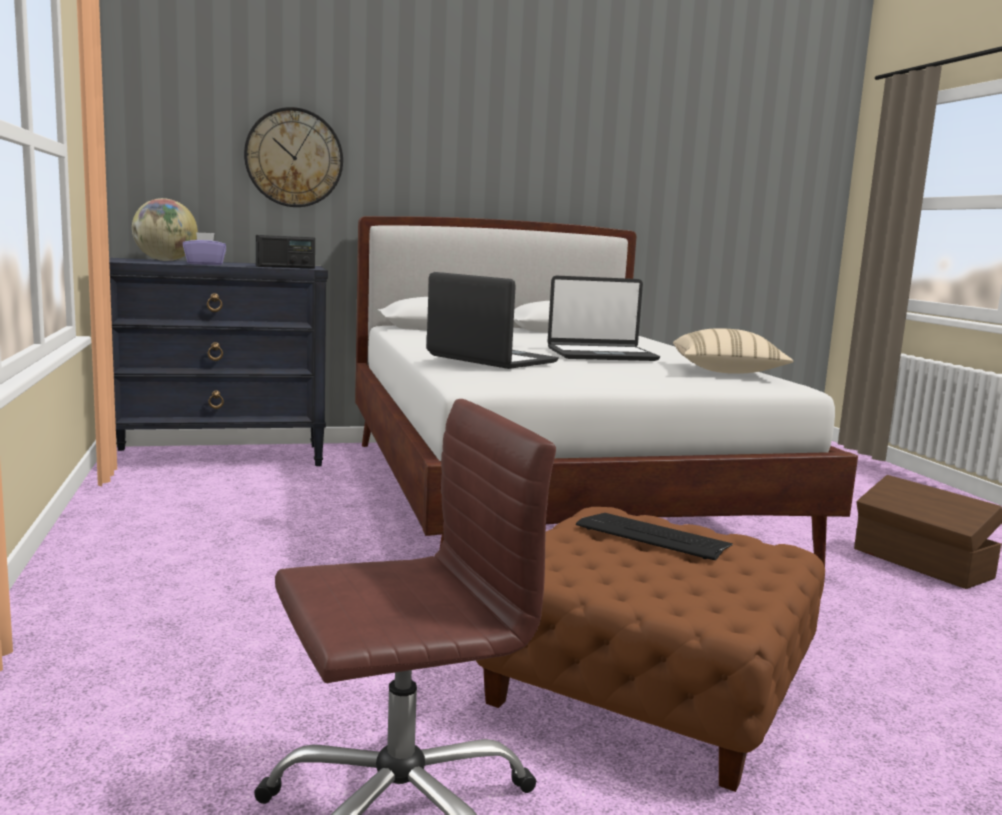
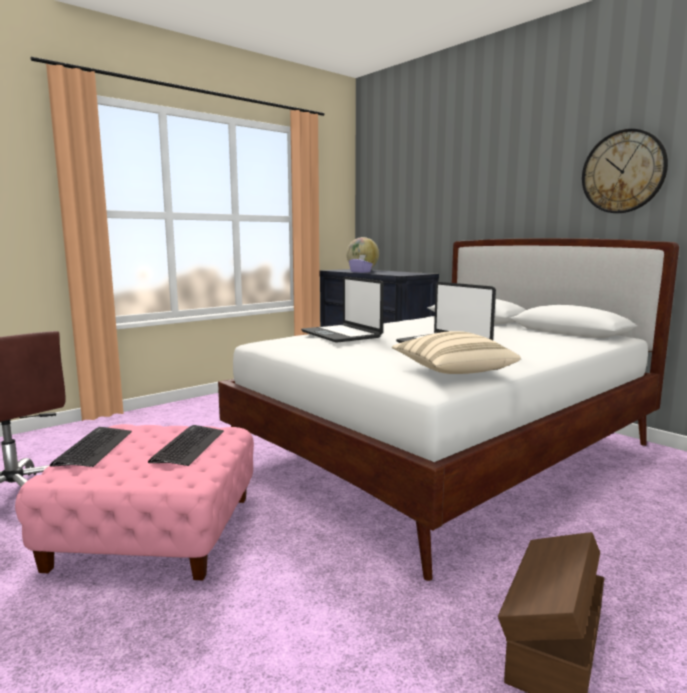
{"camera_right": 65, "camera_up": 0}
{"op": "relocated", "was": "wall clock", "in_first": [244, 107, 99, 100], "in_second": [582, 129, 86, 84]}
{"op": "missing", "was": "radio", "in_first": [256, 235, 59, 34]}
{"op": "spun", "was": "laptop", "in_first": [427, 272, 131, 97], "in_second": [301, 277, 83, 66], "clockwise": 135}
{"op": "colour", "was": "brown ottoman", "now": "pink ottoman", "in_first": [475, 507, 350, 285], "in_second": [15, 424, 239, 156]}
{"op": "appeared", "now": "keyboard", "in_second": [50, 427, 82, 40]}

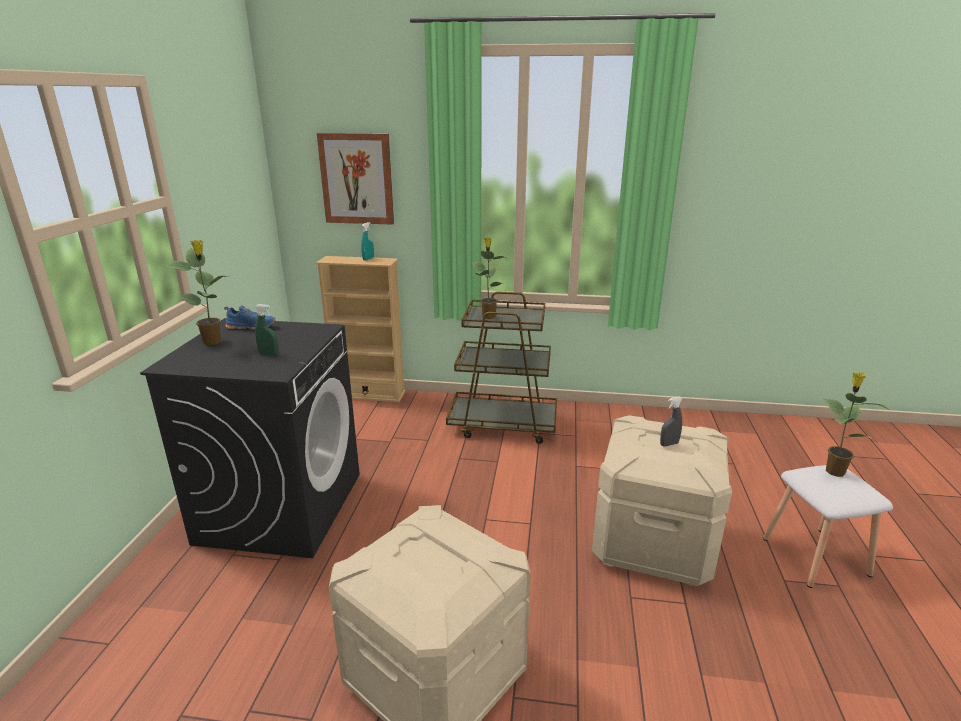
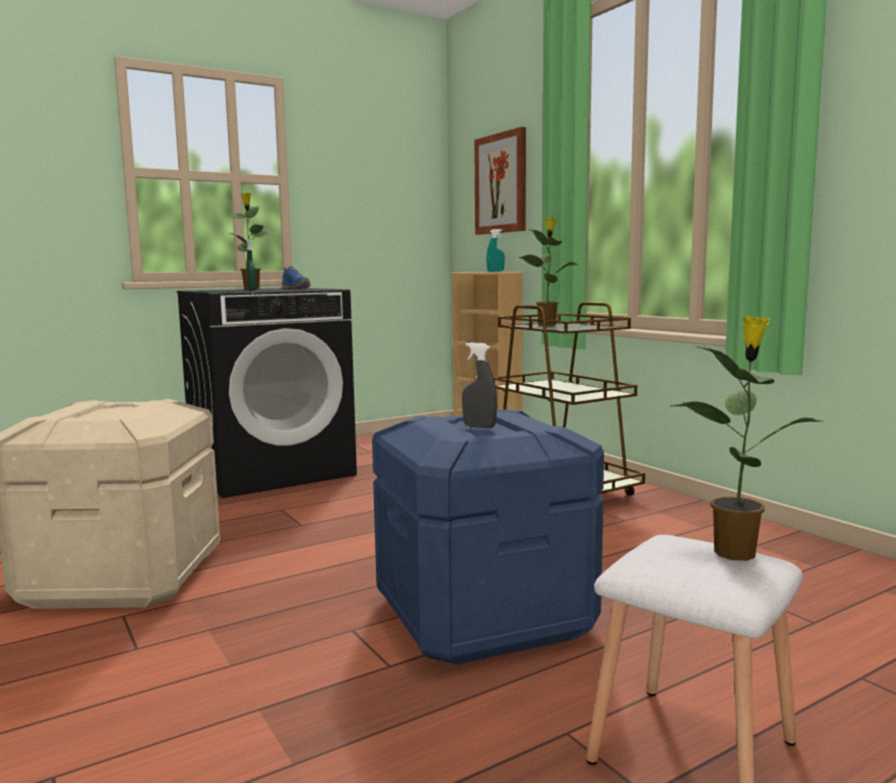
{"camera_right": 50, "camera_up": -15}
{"op": "colour", "was": "beige storage box", "now": "blue storage box", "in_first": [592, 415, 140, 171], "in_second": [372, 409, 232, 256]}

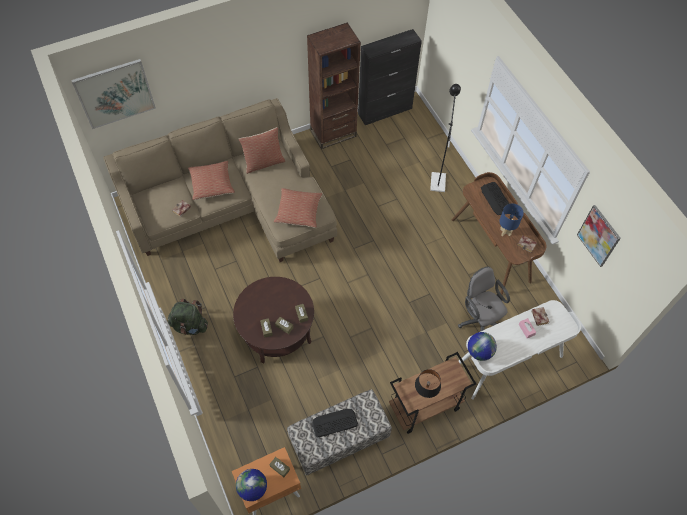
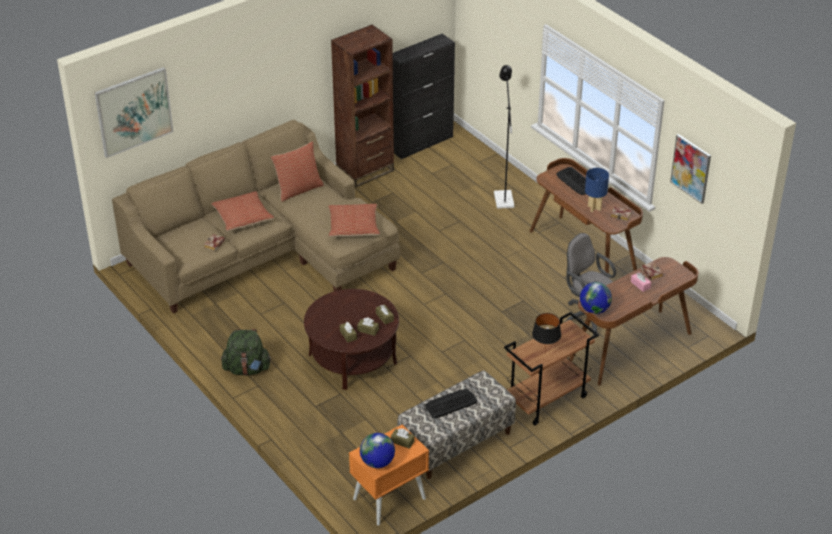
{"camera_right": -10, "camera_up": -20}
{"op": "colour", "was": "white desk", "now": "brown desk", "in_first": [459, 300, 122, 100], "in_second": [569, 257, 129, 128]}

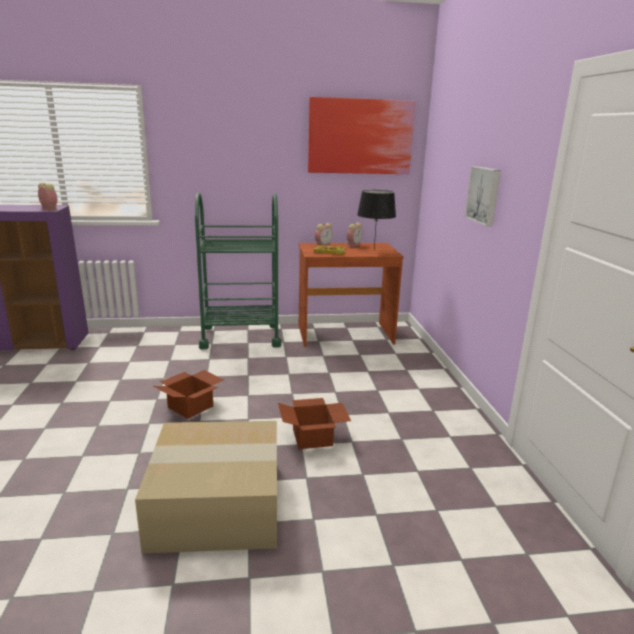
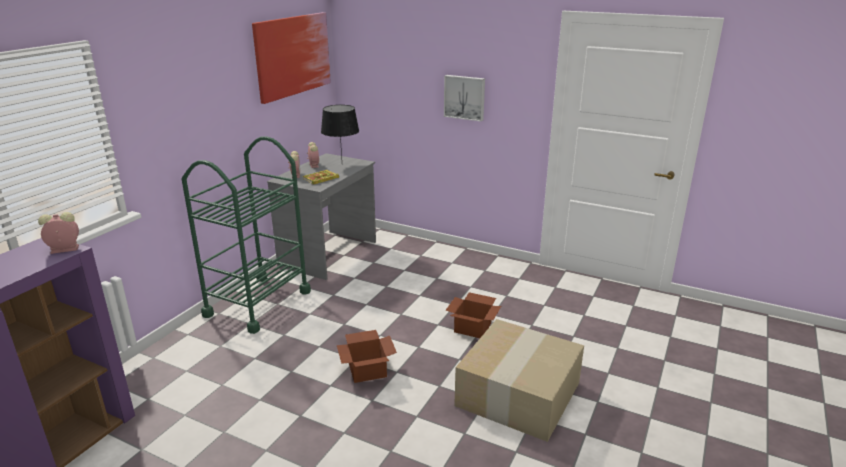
{"camera_right": -55, "camera_up": 5}
{"op": "colour", "was": "brown desk", "now": "grey desk", "in_first": [298, 243, 106, 104], "in_second": [267, 153, 109, 127]}

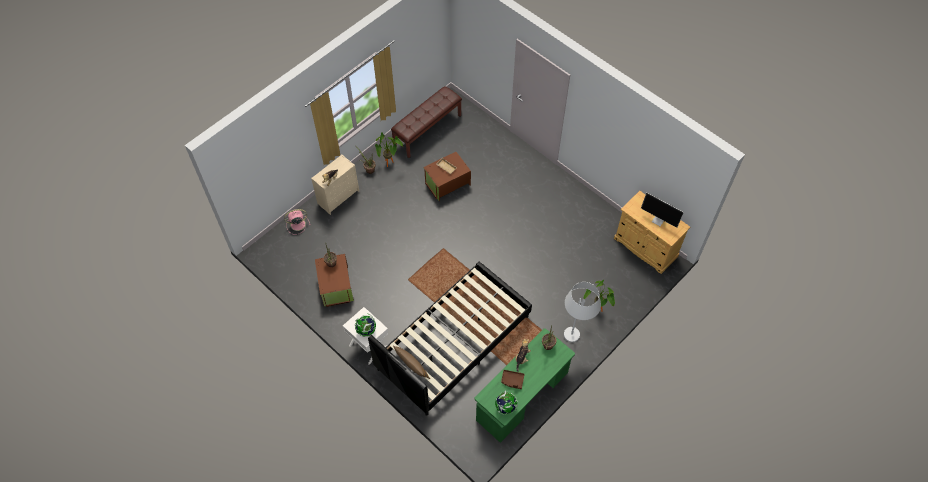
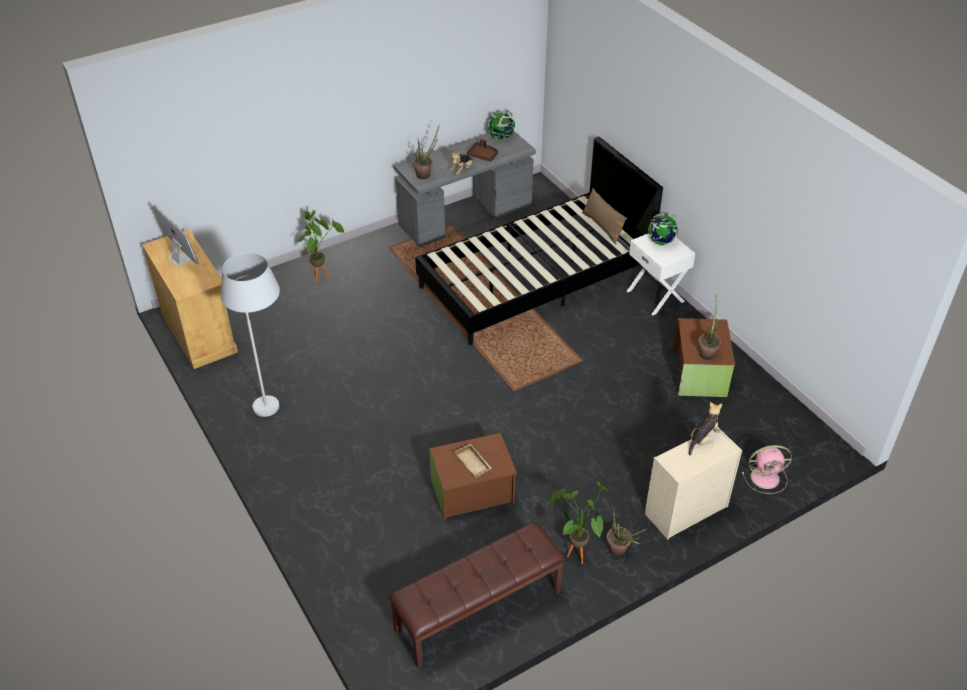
{"camera_right": -165, "camera_up": -15}
{"op": "relocated", "was": "white floor lamp", "in_first": [564, 282, 37, 60], "in_second": [220, 253, 60, 164]}
{"op": "colour", "was": "green desk", "now": "grey desk", "in_first": [475, 328, 100, 115], "in_second": [394, 130, 142, 117]}

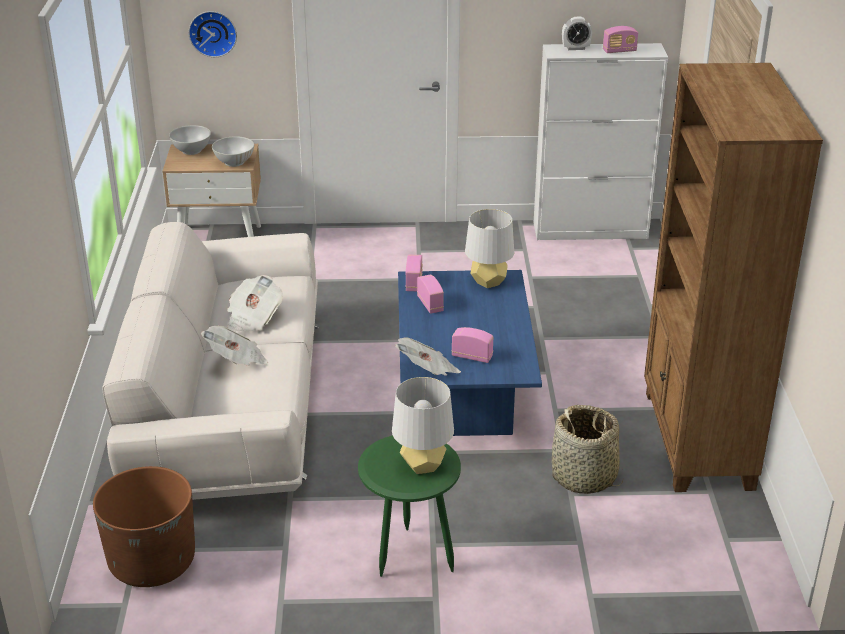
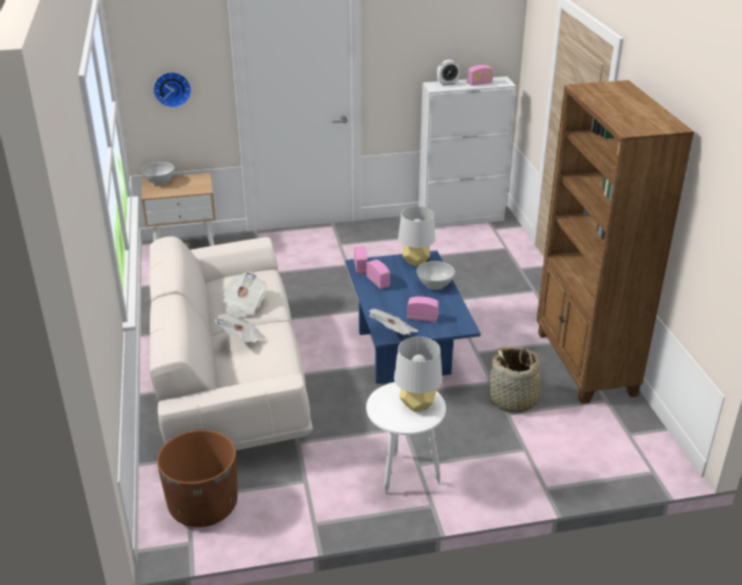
{"camera_right": -10, "camera_up": 0}
{"op": "relocated", "was": "white bowl", "in_first": [212, 136, 42, 31], "in_second": [417, 261, 38, 29]}
{"op": "colour", "was": "green side table", "now": "white side table", "in_first": [358, 435, 103, 142], "in_second": [366, 382, 80, 113]}

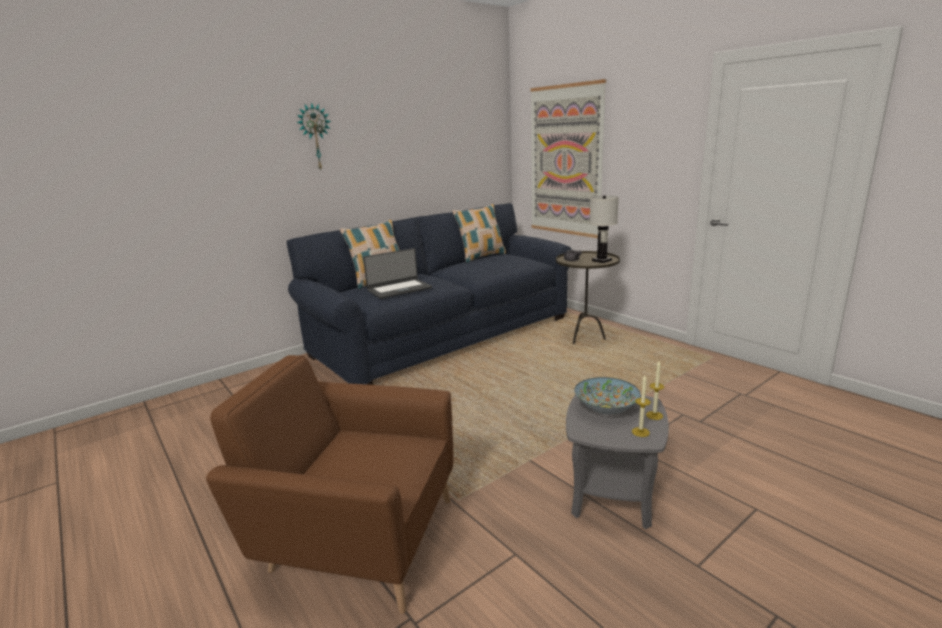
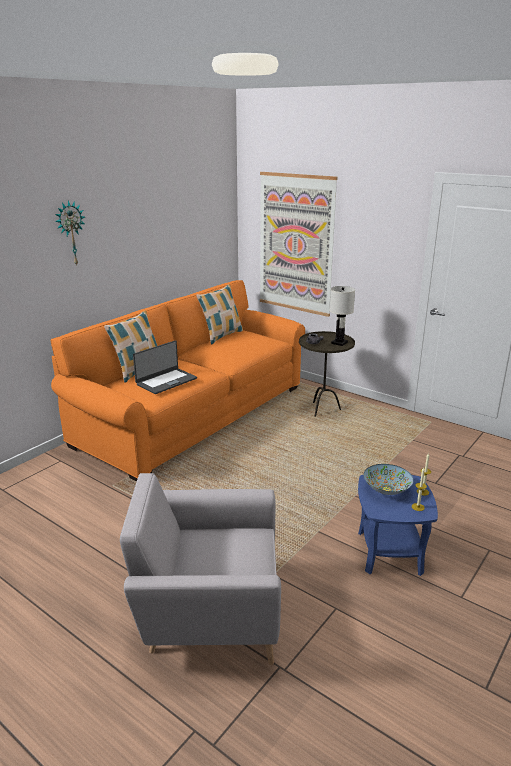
{"camera_right": -15, "camera_up": 5}
{"op": "colour", "was": "blue sofa", "now": "orange sofa", "in_first": [287, 203, 285, 182], "in_second": [51, 280, 254, 202]}
{"op": "colour", "was": "brown armchair", "now": "grey armchair", "in_first": [206, 355, 248, 259], "in_second": [120, 473, 161, 192]}
{"op": "colour", "was": "grey side table", "now": "blue side table", "in_first": [566, 394, 103, 135], "in_second": [358, 475, 80, 101]}

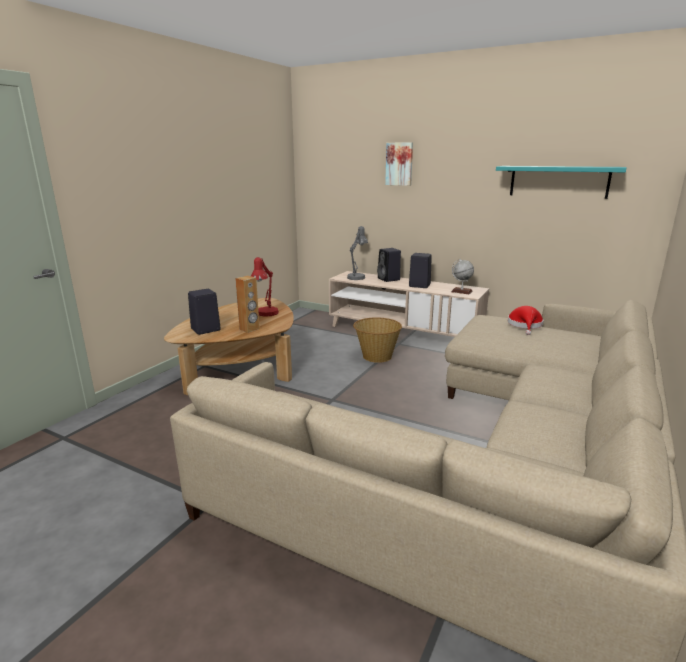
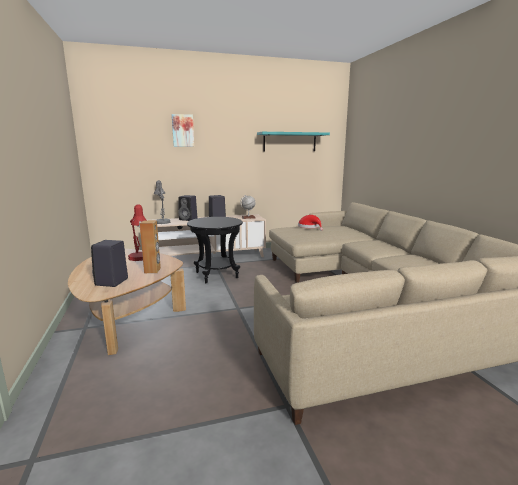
{"camera_right": -45, "camera_up": -5}
{"op": "exchanged", "was": "basket", "now": "black side table", "in_first": [353, 317, 49, 46], "in_second": [187, 217, 56, 67]}

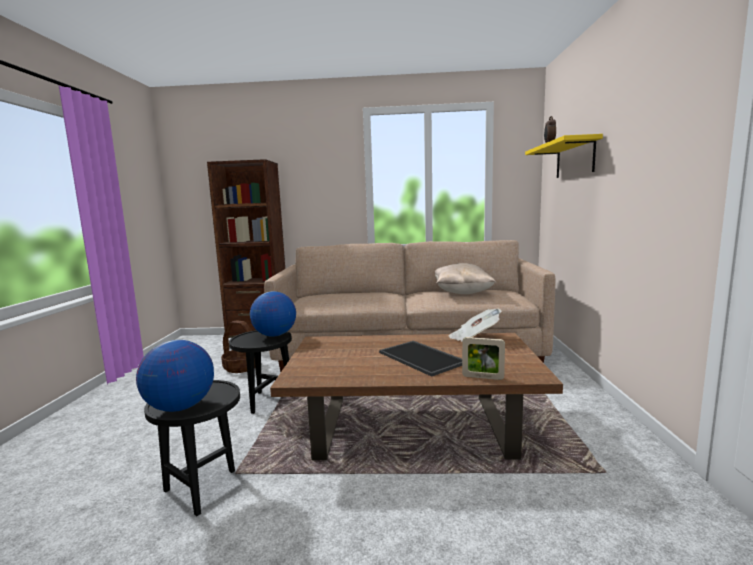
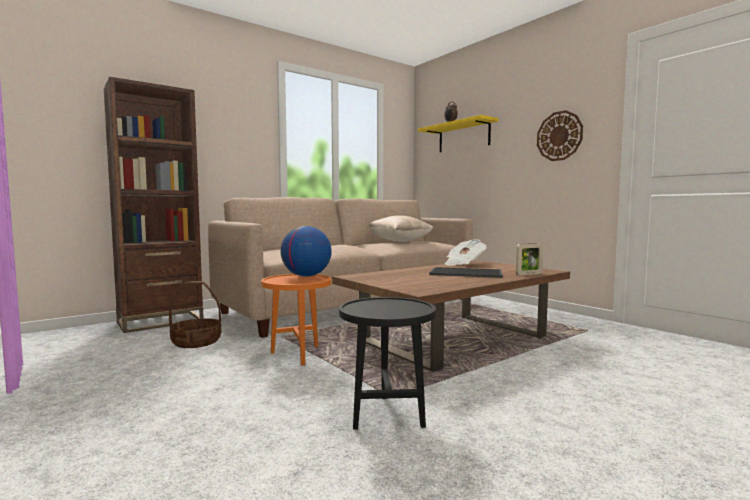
{"camera_right": -40, "camera_up": -5}
{"op": "colour", "was": "black side table", "now": "orange side table", "in_first": [229, 330, 63, 84], "in_second": [261, 274, 71, 92]}
{"op": "missing", "was": "globe", "in_first": [136, 340, 78, 72]}
{"op": "appeared", "now": "wall clock", "in_second": [537, 110, 46, 51]}

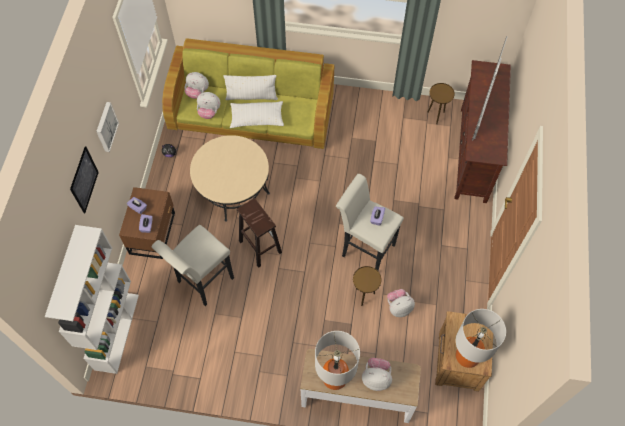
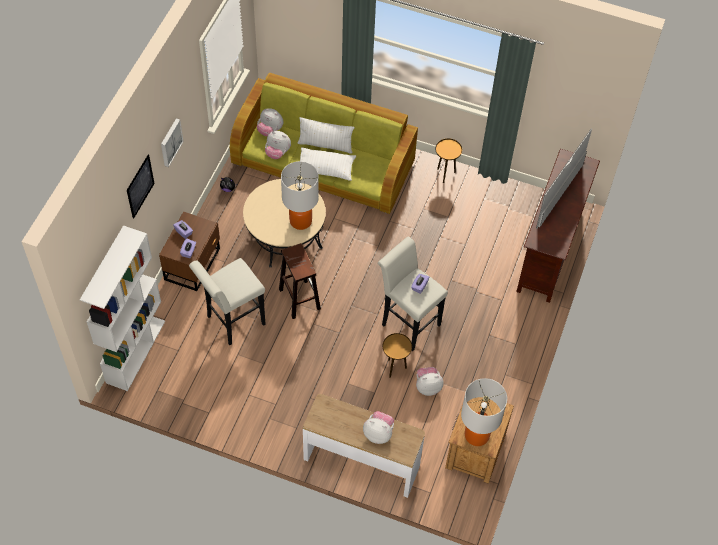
{"camera_right": 10, "camera_up": -5}
{"op": "relocated", "was": "brown side table", "in_first": [427, 83, 28, 41], "in_second": [436, 138, 26, 45]}
{"op": "relocated", "was": "table lamp", "in_first": [315, 331, 45, 59], "in_second": [281, 161, 38, 69]}

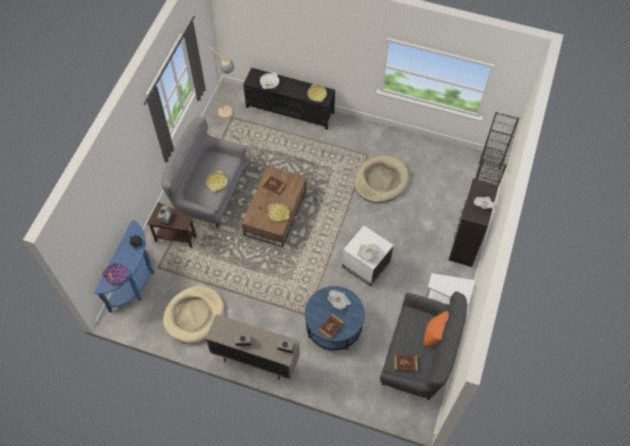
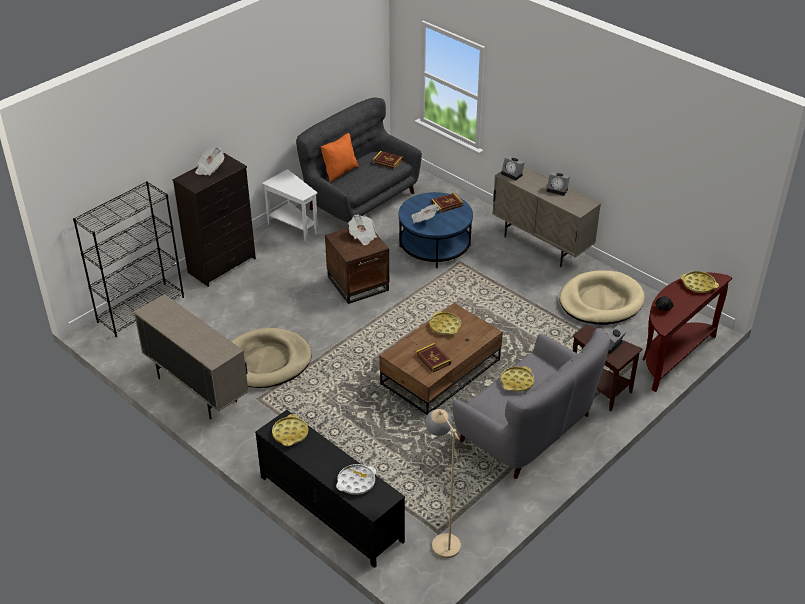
{"camera_right": -155, "camera_up": -20}
{"op": "colour", "was": "blue console table", "now": "brown console table", "in_first": [94, 220, 60, 93], "in_second": [643, 273, 89, 119]}
{"op": "colour", "was": "white side table", "now": "brown side table", "in_first": [342, 226, 52, 61], "in_second": [325, 228, 64, 76]}
{"op": "colour", "was": "purple tray", "now": "yellow tray", "in_first": [102, 263, 28, 22], "in_second": [680, 271, 39, 22]}
{"op": "appeared", "now": "beige cabinet", "in_second": [134, 294, 115, 125]}

